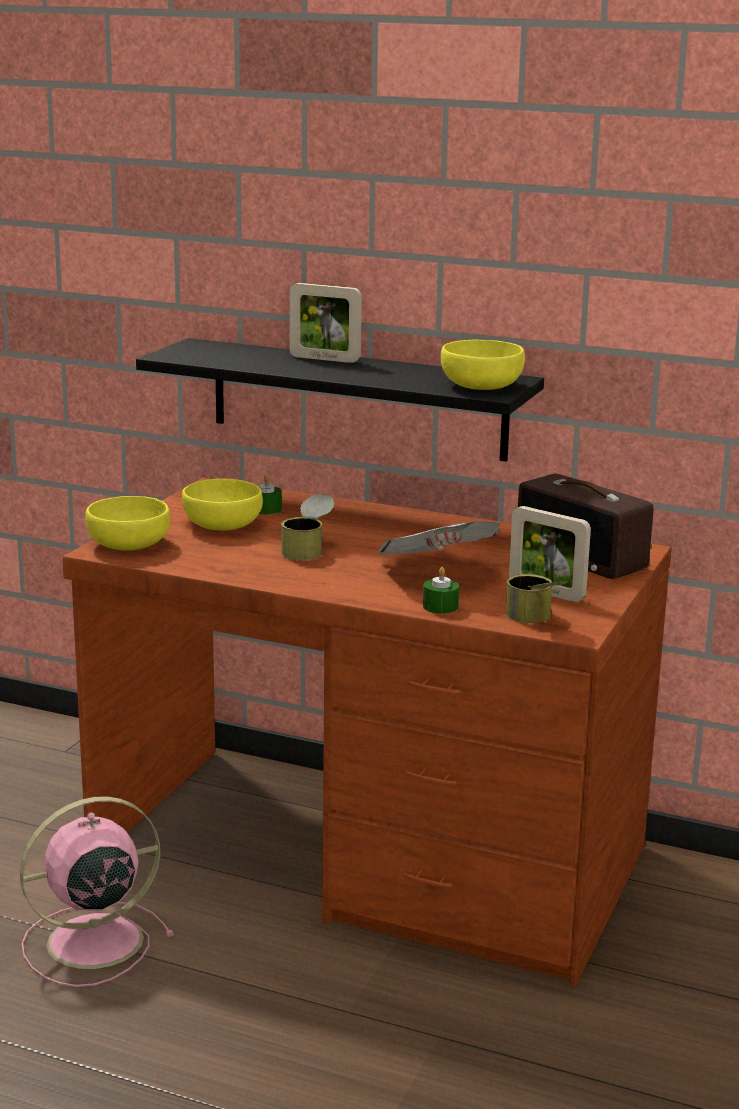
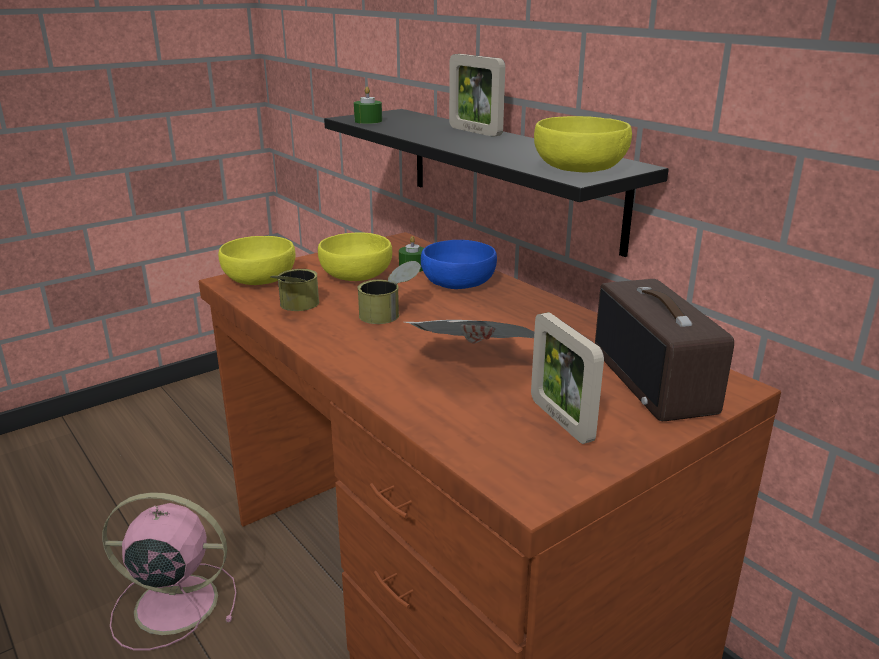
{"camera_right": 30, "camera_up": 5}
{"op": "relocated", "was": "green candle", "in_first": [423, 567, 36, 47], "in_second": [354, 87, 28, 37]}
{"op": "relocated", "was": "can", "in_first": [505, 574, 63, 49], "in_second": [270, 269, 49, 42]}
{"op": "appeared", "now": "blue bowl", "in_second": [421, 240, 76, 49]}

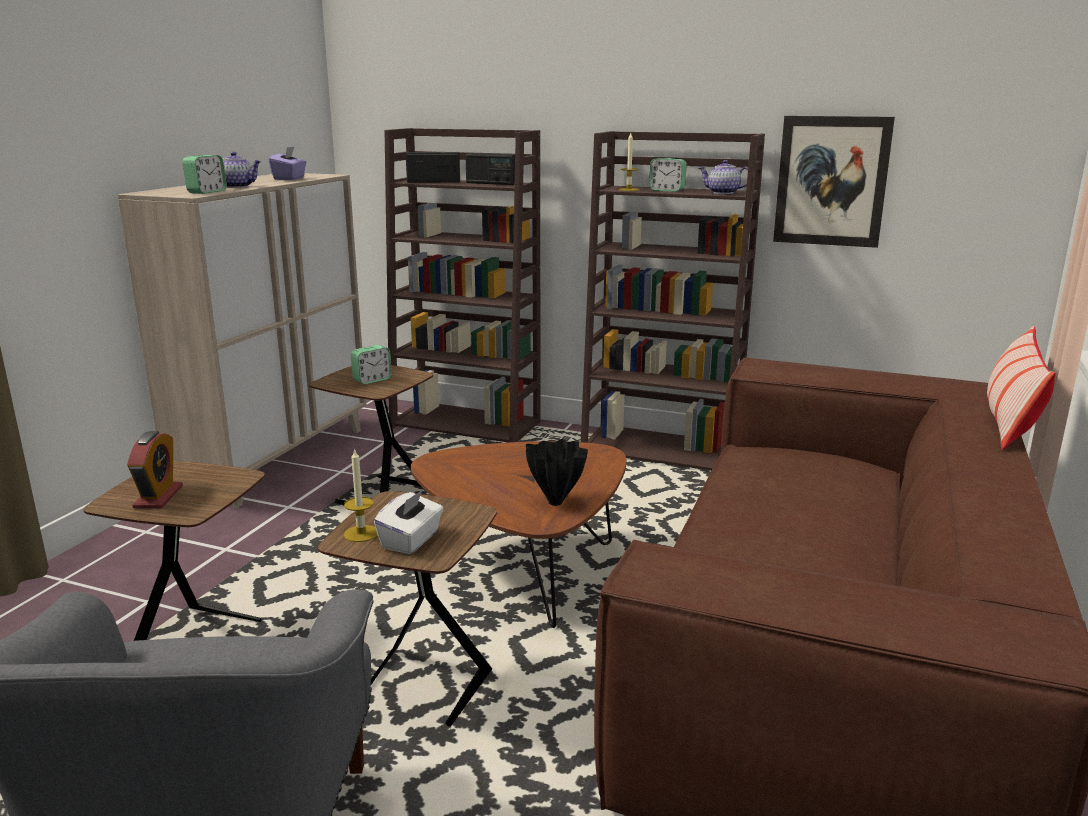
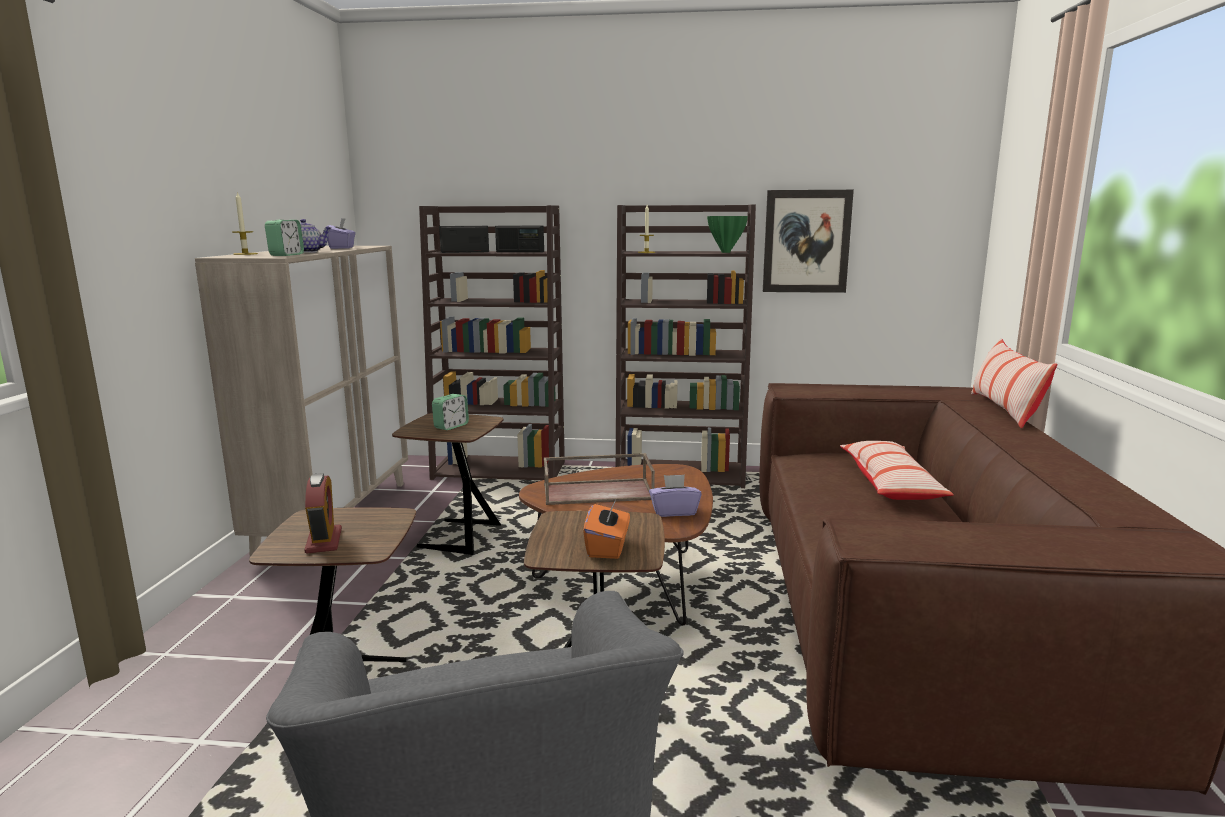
{"camera_right": -15, "camera_up": -5}
{"op": "missing", "was": "alarm clock", "in_first": [649, 158, 38, 34]}
{"op": "exchanged", "was": "teapot", "now": "green vase", "in_first": [699, 160, 49, 34], "in_second": [707, 216, 41, 37]}
{"op": "exchanged", "was": "black vase", "now": "purple tissue box", "in_first": [526, 439, 62, 67], "in_second": [649, 474, 53, 43]}
{"op": "relocated", "was": "candle", "in_first": [344, 448, 34, 94], "in_second": [232, 191, 26, 64]}
{"op": "colour", "was": "white tissue box", "now": "orange tissue box", "in_first": [374, 489, 69, 65], "in_second": [583, 498, 47, 61]}
{"op": "appeared", "now": "pillow", "in_second": [840, 441, 114, 59]}
{"op": "appeared", "now": "brown tray", "in_second": [543, 453, 112, 52]}

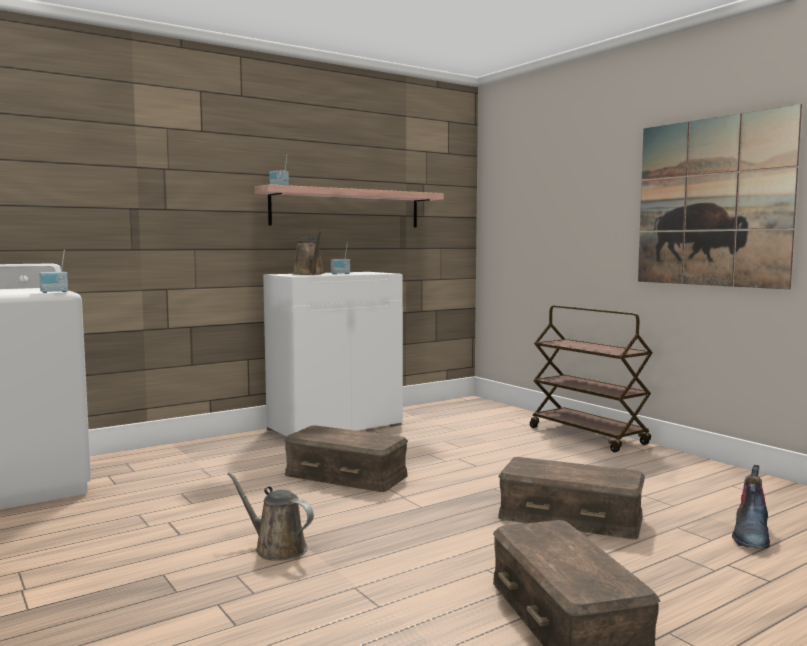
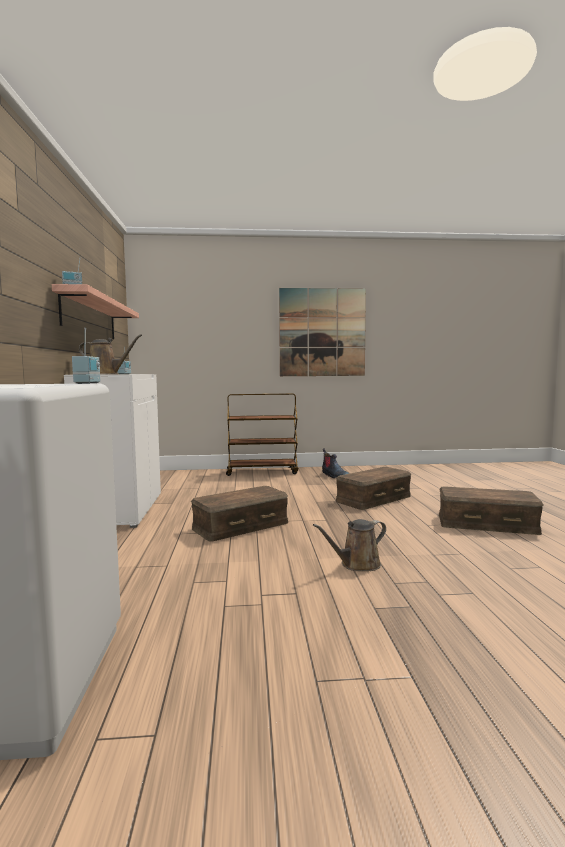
{"camera_right": -60, "camera_up": 0}
{"op": "relocated", "was": "boot", "in_first": [732, 465, 38, 84], "in_second": [322, 448, 27, 30]}

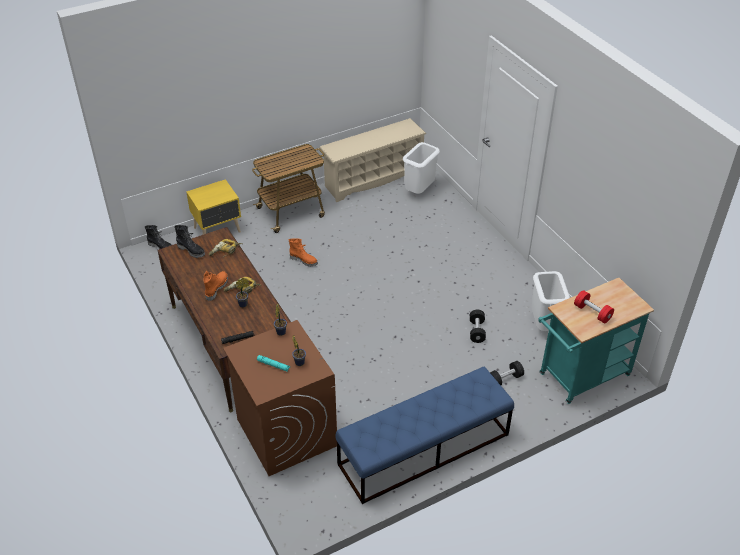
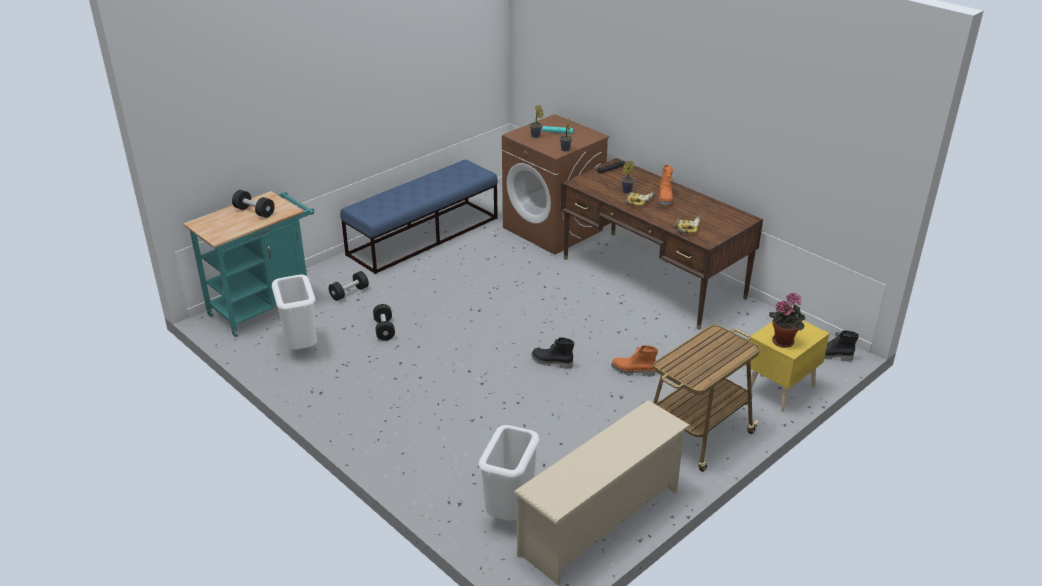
{"camera_right": 165, "camera_up": -10}
{"op": "relocated", "was": "black boot", "in_first": [174, 225, 31, 33], "in_second": [531, 337, 43, 32]}
{"op": "colour", "was": "red dumbbell", "now": "black dumbbell", "in_first": [574, 290, 40, 34], "in_second": [232, 190, 43, 28]}
{"op": "appeared", "now": "potted plant", "in_second": [769, 293, 36, 55]}

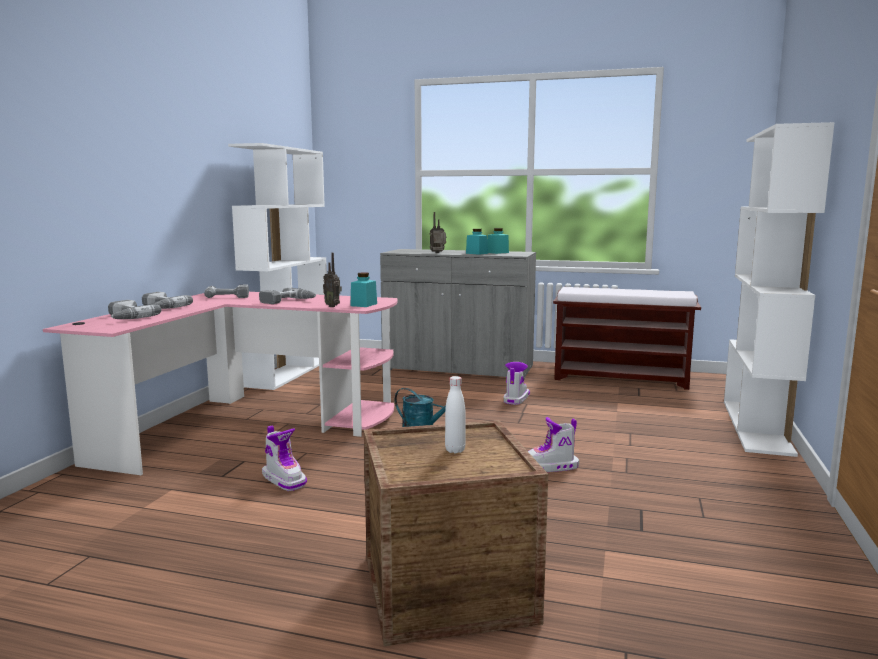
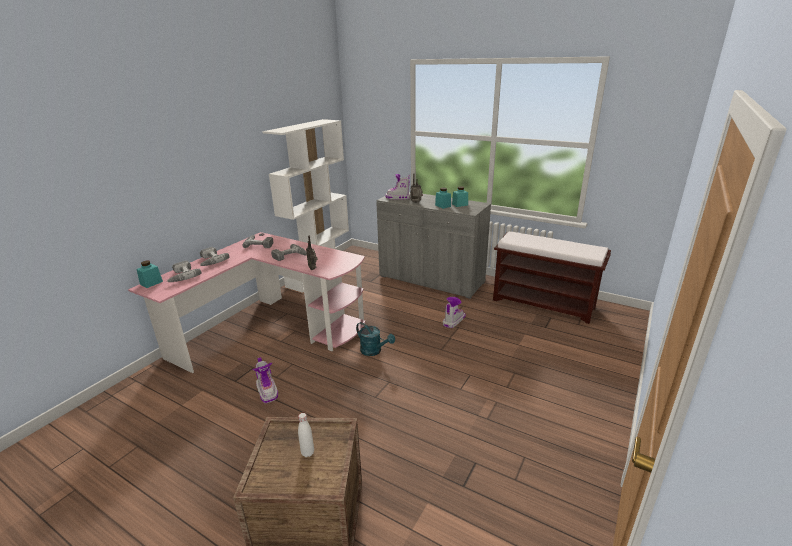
{"camera_right": 15, "camera_up": 15}
{"op": "missing", "was": "white bookcase", "in_first": [724, 122, 111, 335]}
{"op": "relocated", "was": "turquoise jar", "in_first": [351, 272, 26, 35], "in_second": [136, 261, 27, 27]}
{"op": "relocated", "was": "boot", "in_first": [528, 417, 51, 55], "in_second": [385, 174, 26, 25]}

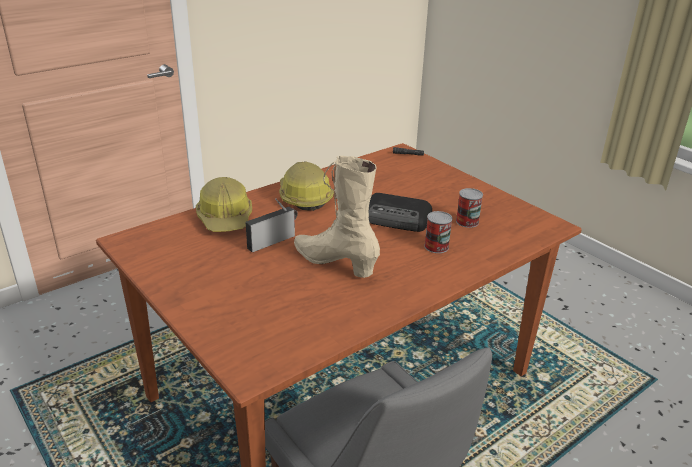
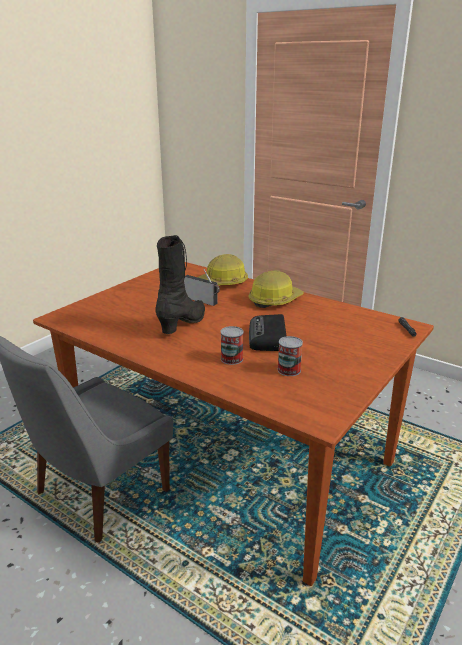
{"camera_right": 75, "camera_up": -5}
{"op": "colour", "was": "beige boot", "now": "black boot", "in_first": [294, 156, 86, 122], "in_second": [155, 235, 50, 99]}

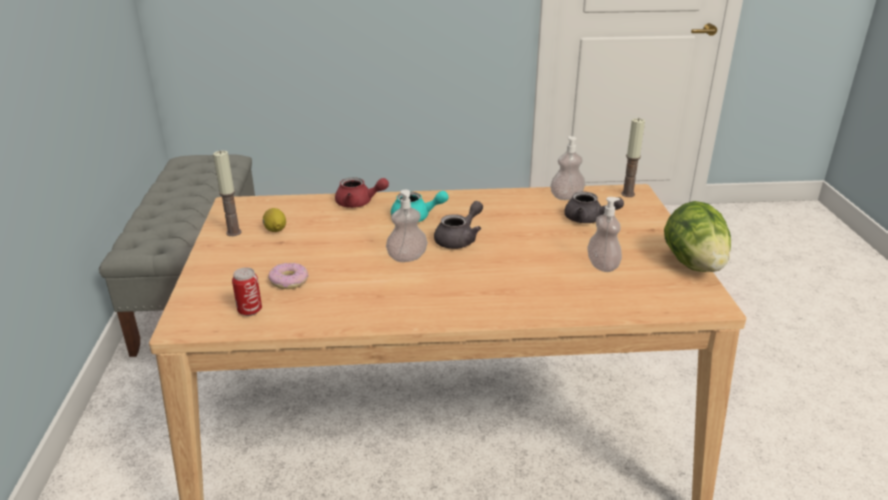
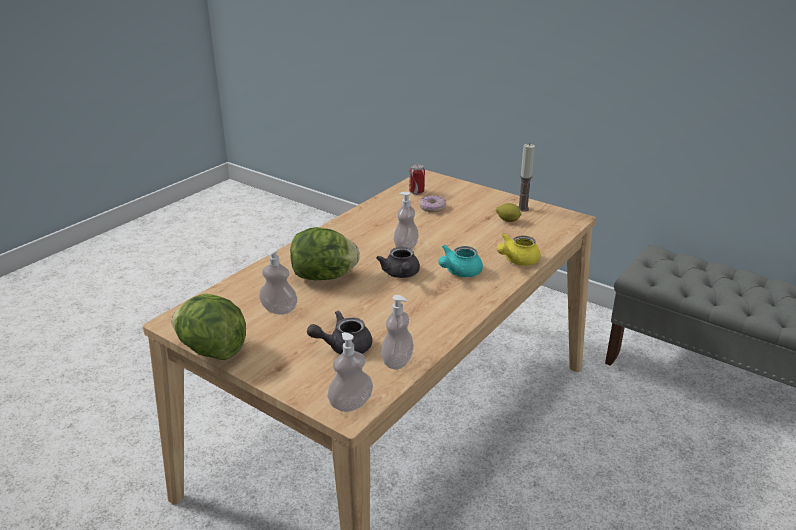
{"camera_right": 130, "camera_up": 0}
{"op": "exchanged", "was": "candle", "now": "soap dispenser", "in_first": [621, 118, 24, 79], "in_second": [327, 332, 46, 80]}
{"op": "colour", "was": "red teapot", "now": "yellow teapot", "in_first": [335, 177, 54, 31], "in_second": [497, 233, 44, 33]}
{"op": "appeared", "now": "lettuce", "in_second": [290, 227, 70, 53]}

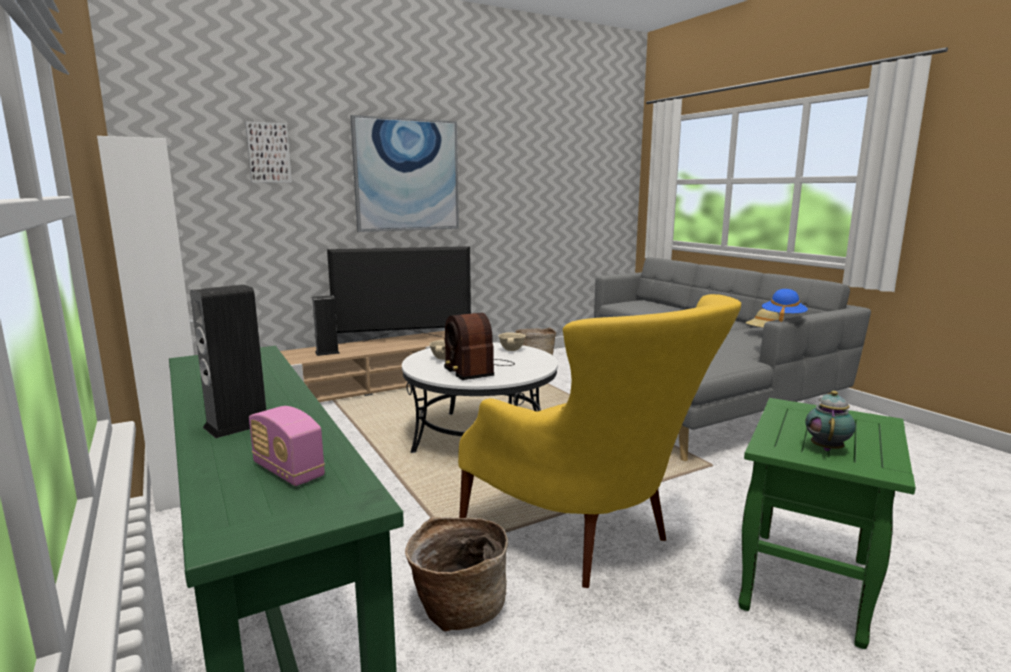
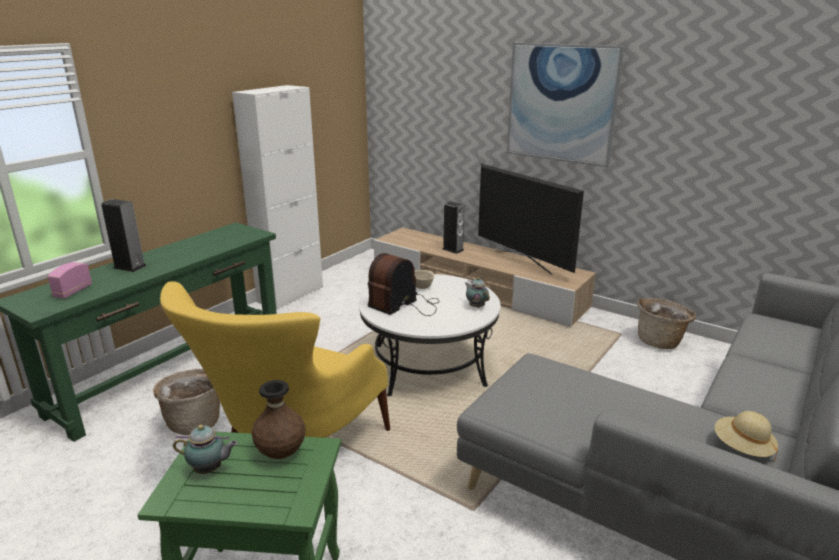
{"camera_right": 65, "camera_up": 10}
{"op": "missing", "was": "picture", "in_first": [245, 121, 47, 62]}
{"op": "missing", "was": "blue hat", "in_first": [762, 289, 46, 33]}
{"op": "exchanged", "was": "beige bowl", "now": "teapot", "in_first": [498, 332, 28, 19], "in_second": [465, 277, 25, 31]}
{"op": "appeared", "now": "brown vase", "in_second": [252, 380, 54, 79]}

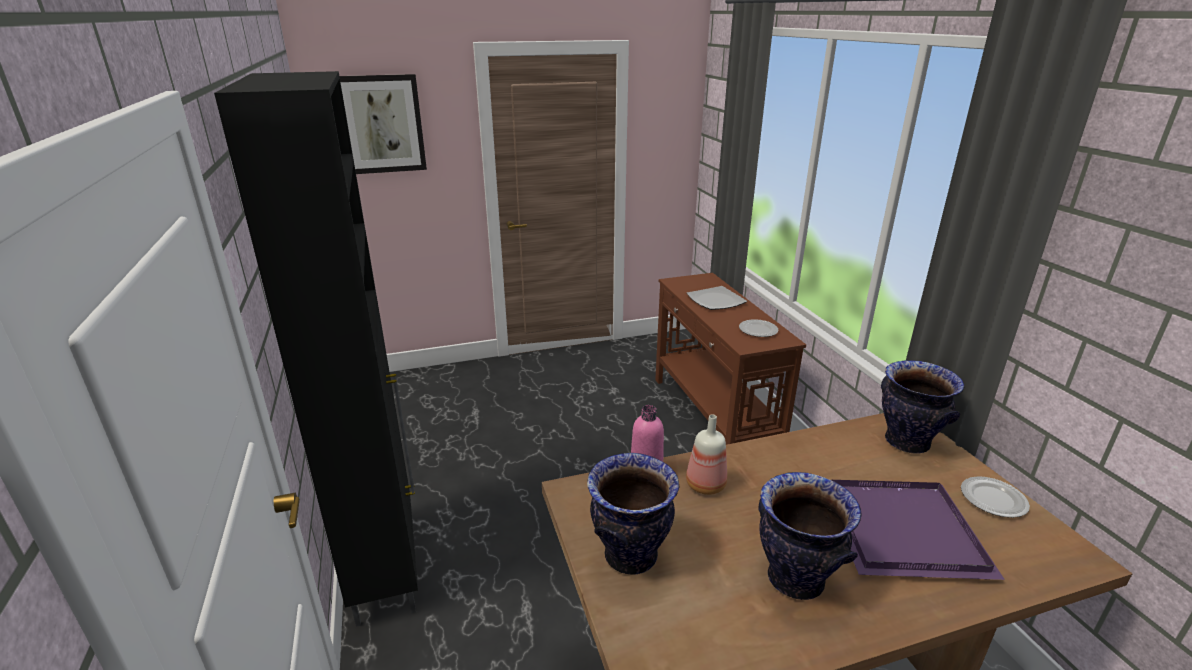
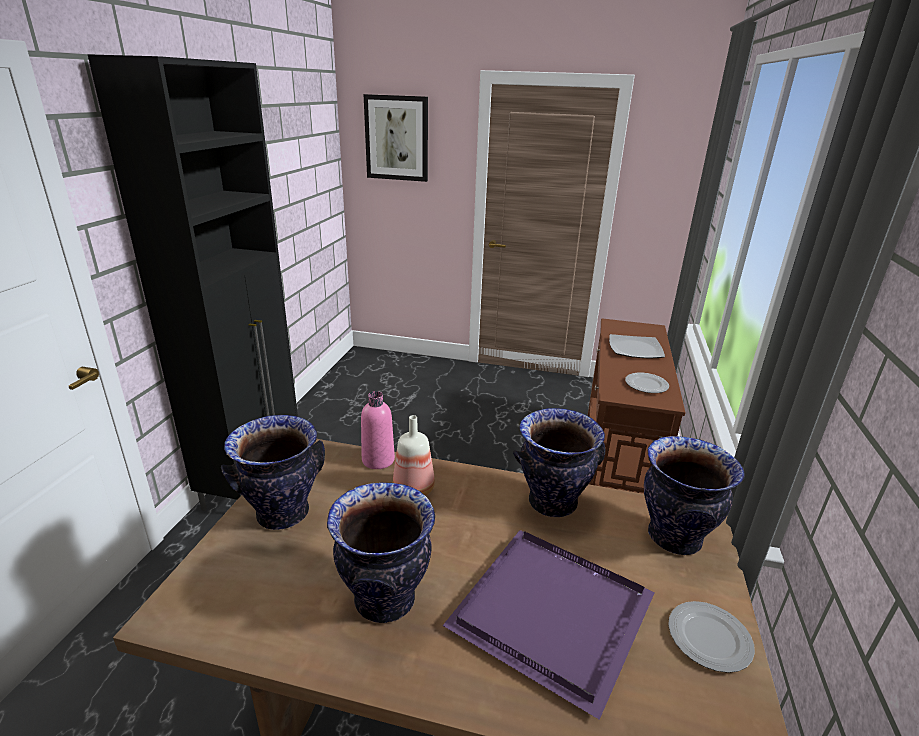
{"camera_right": 30, "camera_up": 0}
{"op": "appeared", "now": "vase", "in_second": [513, 408, 93, 109]}

